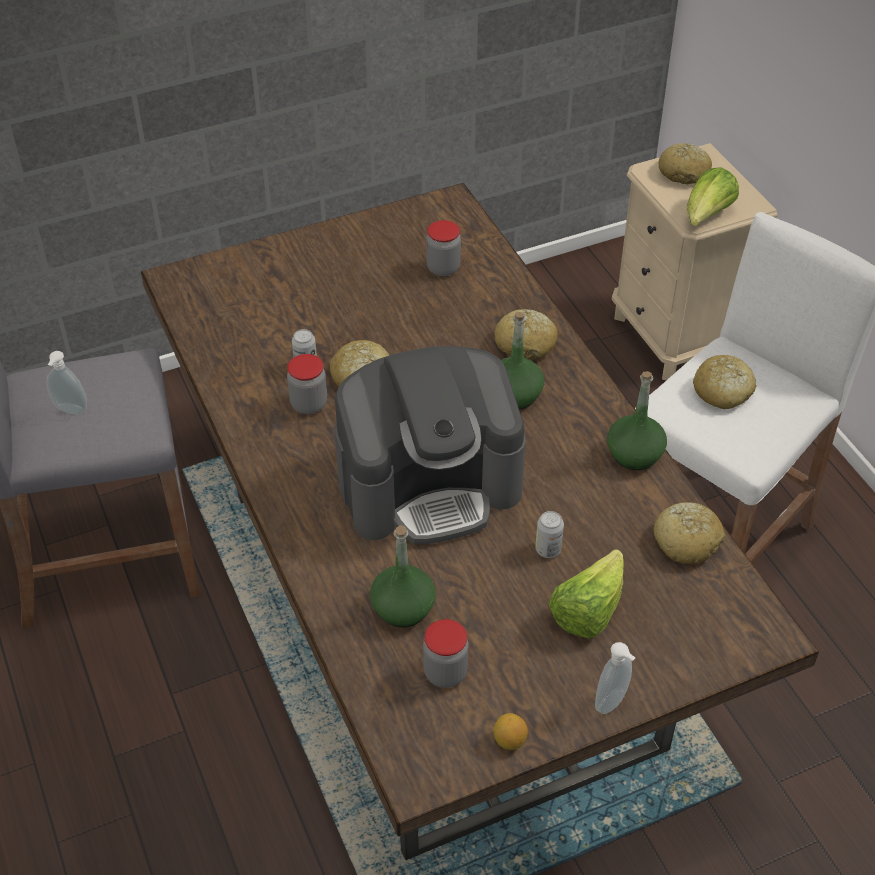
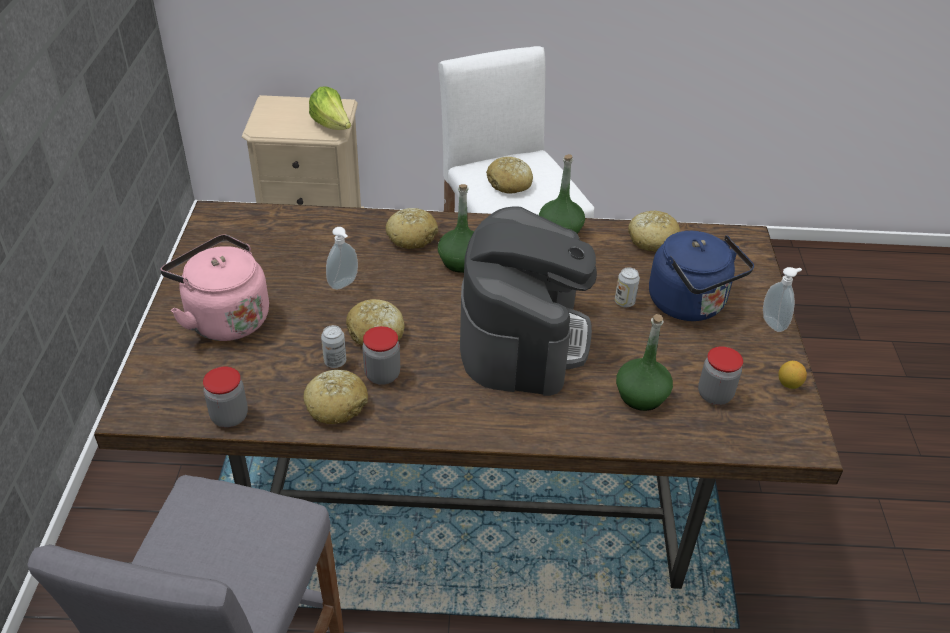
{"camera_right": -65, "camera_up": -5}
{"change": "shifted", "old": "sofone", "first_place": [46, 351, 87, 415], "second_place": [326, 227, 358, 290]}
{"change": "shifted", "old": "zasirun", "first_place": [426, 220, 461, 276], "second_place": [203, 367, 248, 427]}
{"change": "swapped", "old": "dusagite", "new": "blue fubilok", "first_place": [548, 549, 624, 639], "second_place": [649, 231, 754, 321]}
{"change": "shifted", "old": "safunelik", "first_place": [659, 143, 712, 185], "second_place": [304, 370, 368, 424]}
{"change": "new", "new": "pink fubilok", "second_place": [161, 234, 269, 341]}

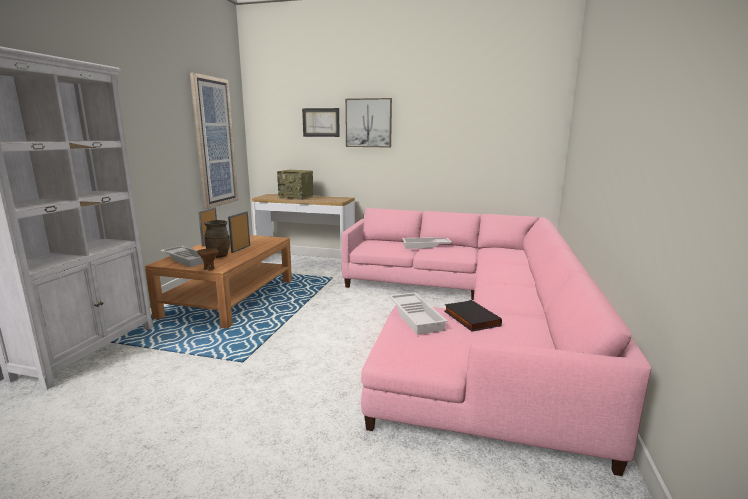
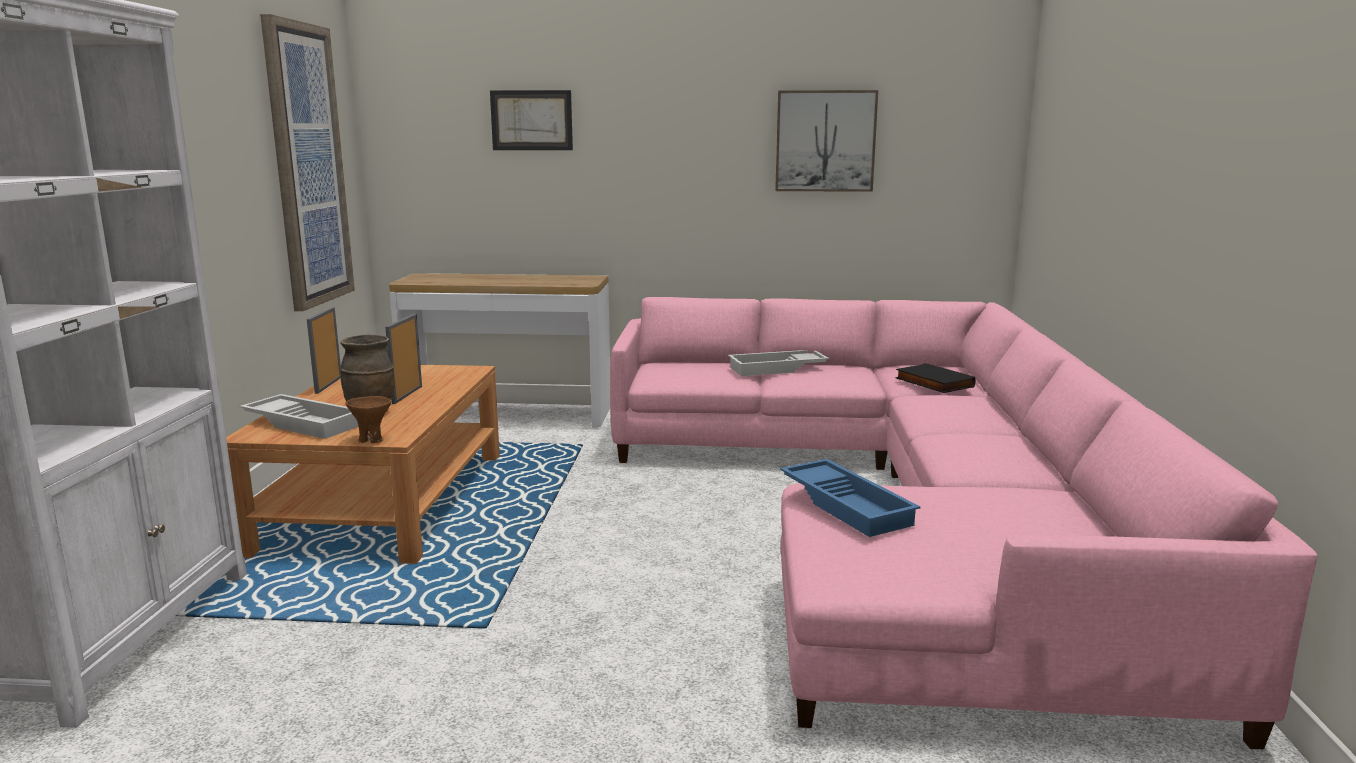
{"camera_right": -10, "camera_up": 0}
{"change": "gone", "old": "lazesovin", "first_place": [277, 170, 313, 200]}
{"change": "shifted", "old": "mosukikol", "first_place": [345, 98, 392, 148], "second_place": [775, 90, 878, 192]}
{"change": "repainted", "old": "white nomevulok", "new": "blue nomevulok", "first_place": [389, 292, 448, 335], "second_place": [780, 459, 921, 537]}
{"change": "shifted", "old": "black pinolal", "first_place": [444, 300, 502, 331], "second_place": [896, 363, 976, 393]}

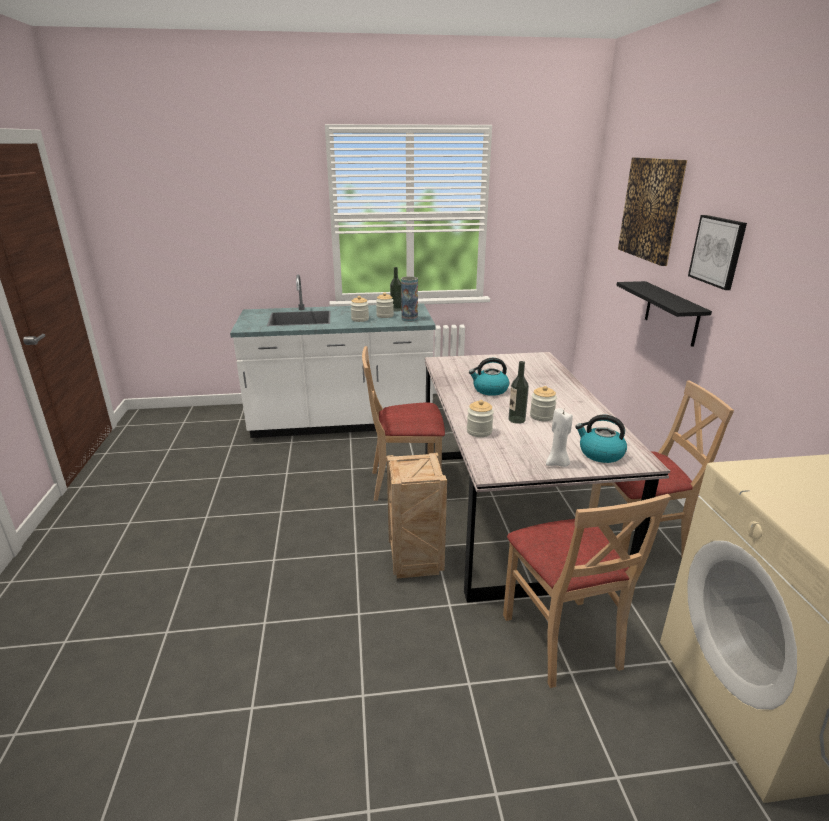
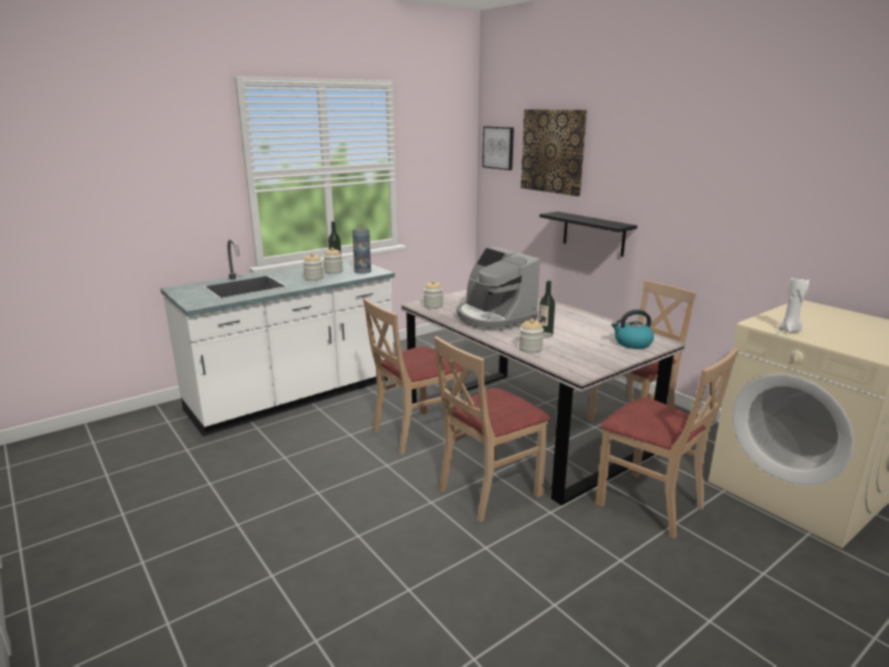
{"camera_right": -30, "camera_up": -5}
{"change": "swapped", "old": "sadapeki", "new": "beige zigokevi", "first_place": [387, 453, 447, 579], "second_place": [434, 336, 551, 522]}
{"change": "swapped", "old": "fubilok", "new": "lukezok", "first_place": [469, 358, 509, 396], "second_place": [457, 247, 540, 331]}
{"change": "shifted", "old": "zasirun", "first_place": [530, 386, 557, 421], "second_place": [424, 280, 443, 309]}
{"change": "shifted", "old": "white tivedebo", "first_place": [546, 408, 573, 467], "second_place": [778, 276, 809, 333]}
{"change": "shifted", "old": "mosukikol", "first_place": [688, 215, 747, 290], "second_place": [482, 126, 514, 170]}

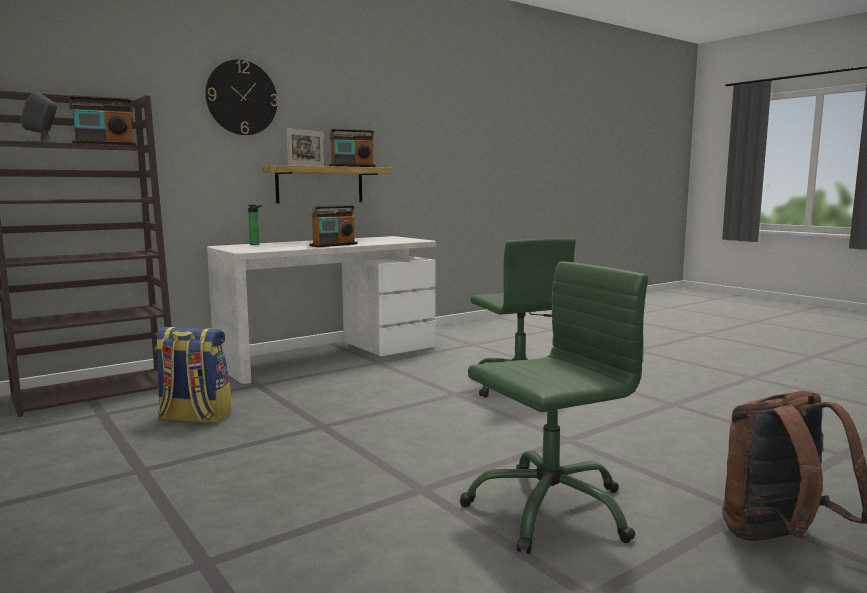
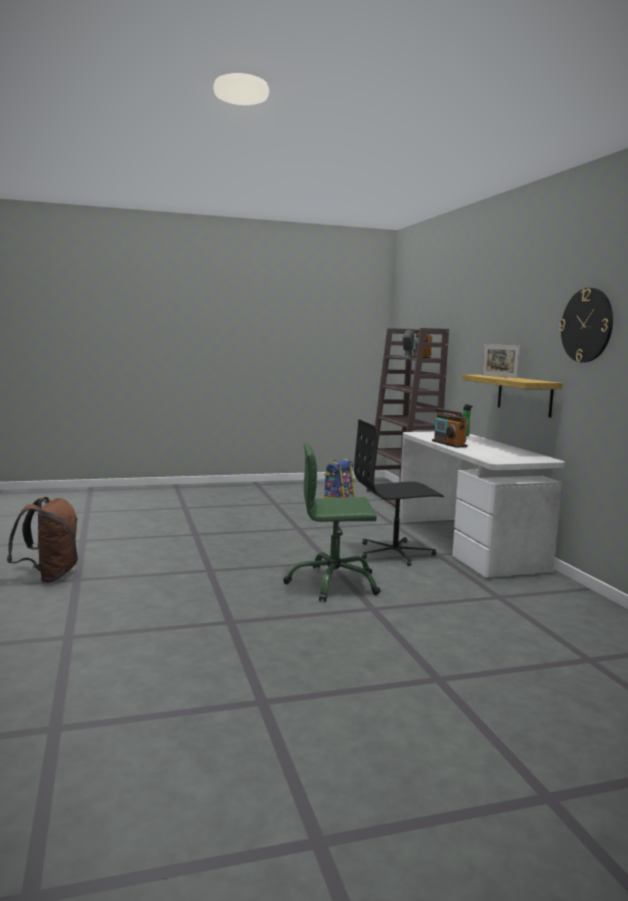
{"camera_right": 110, "camera_up": 0}
{"change": "shifted", "old": "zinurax", "first_place": [205, 60, 278, 135], "second_place": [559, 288, 613, 362]}
{"change": "gone", "old": "lazesovin", "first_place": [329, 128, 376, 167]}
{"change": "gone", "old": "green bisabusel", "first_place": [460, 262, 648, 554]}
{"change": "new", "new": "black bisabusel", "second_place": [354, 419, 444, 566]}

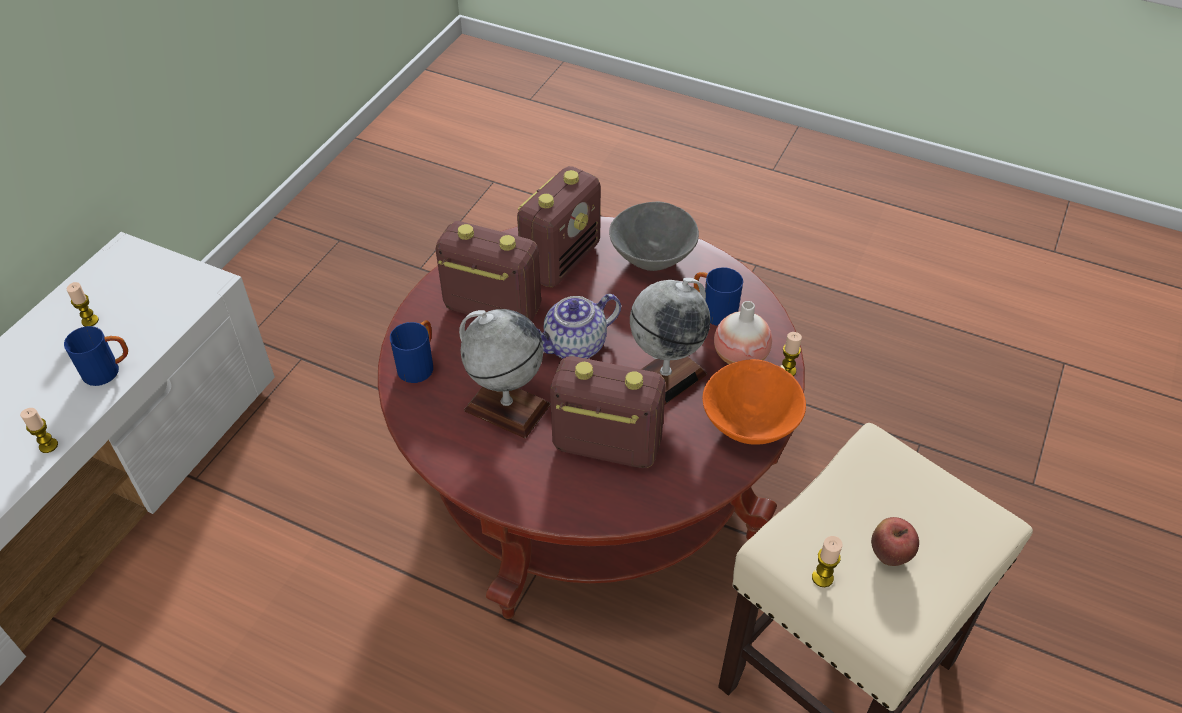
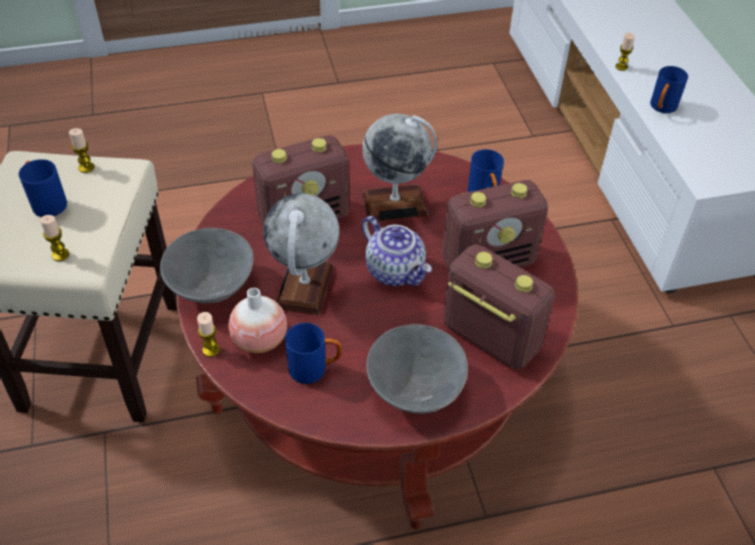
{"camera_right": 140, "camera_up": 0}
{"change": "shifted", "old": "tivedebo", "first_place": [67, 282, 99, 327], "second_place": [40, 215, 69, 261]}
{"change": "rotated", "old": "lazesovin", "first_place": [517, 166, 601, 287], "second_place": [443, 244, 555, 369], "degrees": 135}
{"change": "rotated", "old": "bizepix", "first_place": [537, 294, 621, 359], "second_place": [362, 216, 432, 286], "degrees": 120}
{"change": "repainted", "old": "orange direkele", "new": "grey direkele", "first_place": [703, 359, 806, 445], "second_place": [160, 228, 253, 303]}
{"change": "swapped", "old": "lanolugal", "new": "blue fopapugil", "first_place": [871, 517, 919, 566], "second_place": [18, 159, 67, 217]}

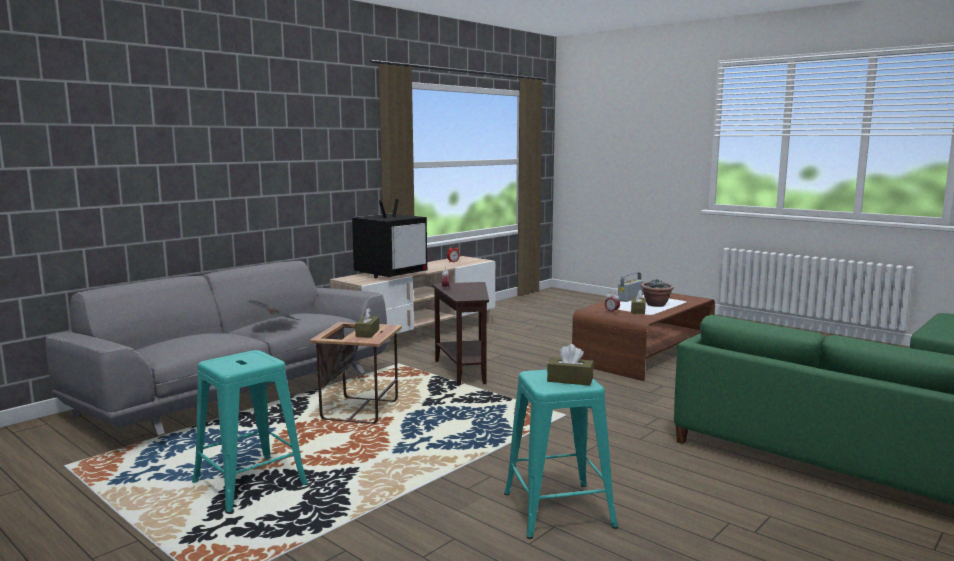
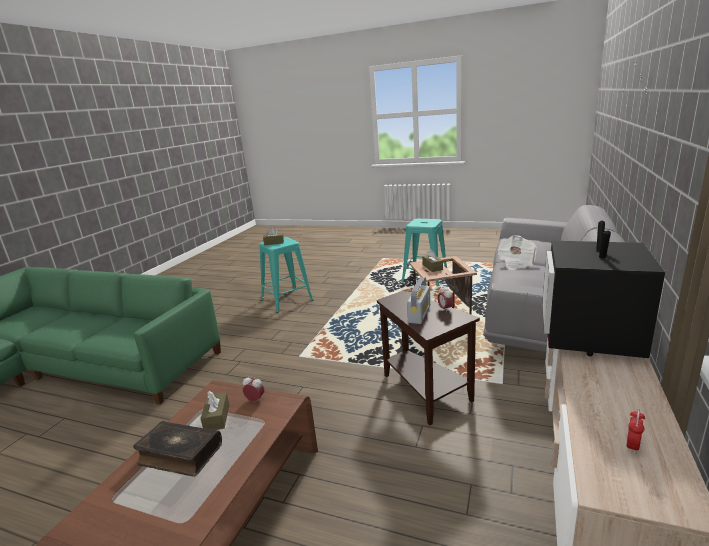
{"camera_right": 160, "camera_up": 10}
{"change": "shifted", "old": "lazesovin", "first_place": [618, 272, 643, 302], "second_place": [407, 277, 430, 324]}
{"change": "swapped", "old": "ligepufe", "new": "pinolal", "first_place": [641, 279, 674, 307], "second_place": [133, 421, 222, 477]}

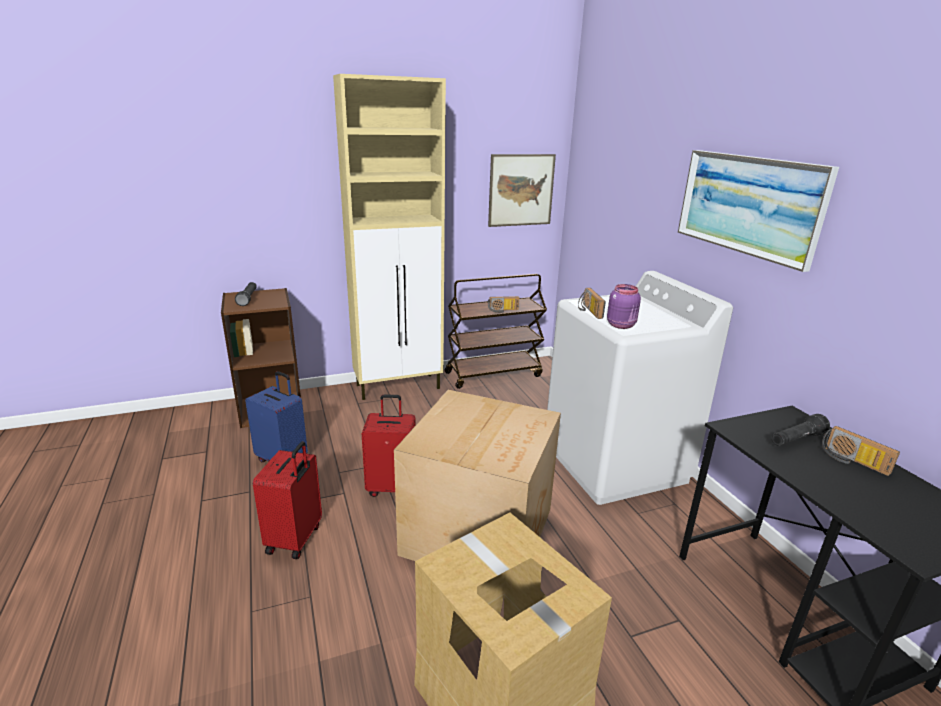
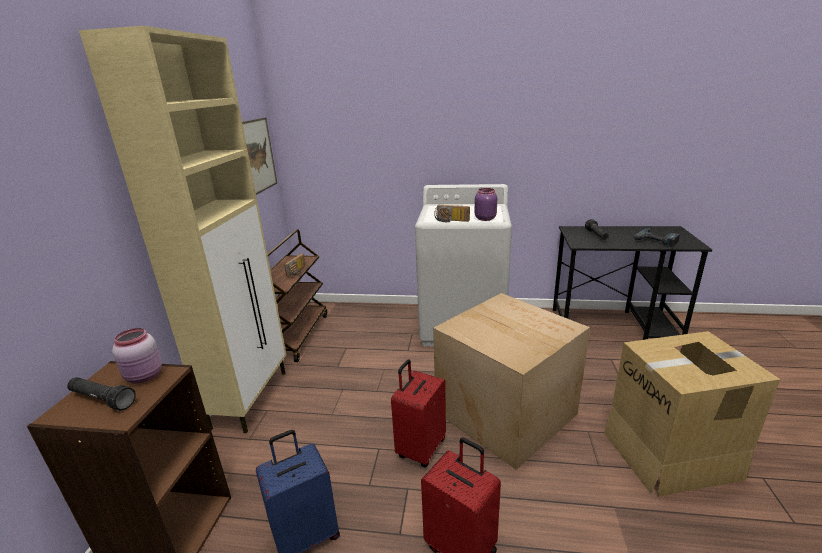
{"camera_right": -60, "camera_up": 0}
{"change": "gone", "old": "mosukikol", "first_place": [678, 150, 839, 272]}
{"change": "gone", "old": "lazesovin", "first_place": [822, 426, 900, 476]}
{"change": "new", "new": "pink zasirun", "second_place": [112, 328, 162, 384]}
{"change": "new", "new": "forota", "second_place": [634, 228, 680, 247]}

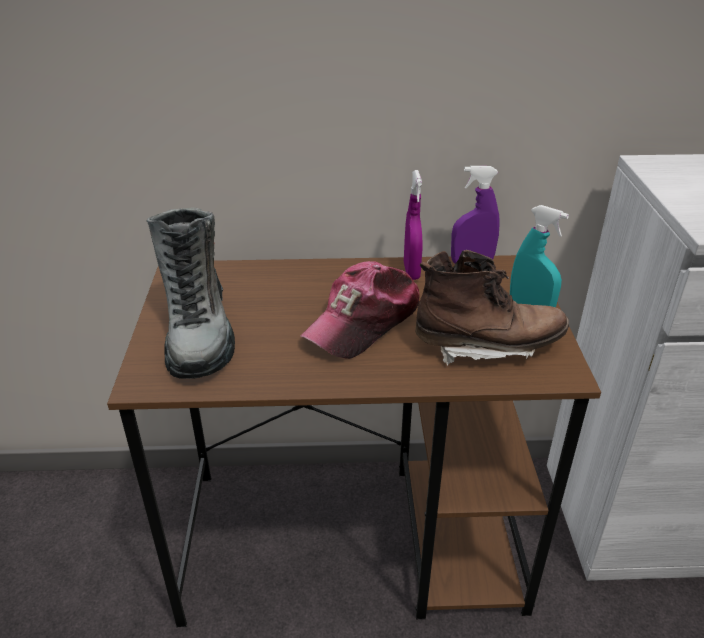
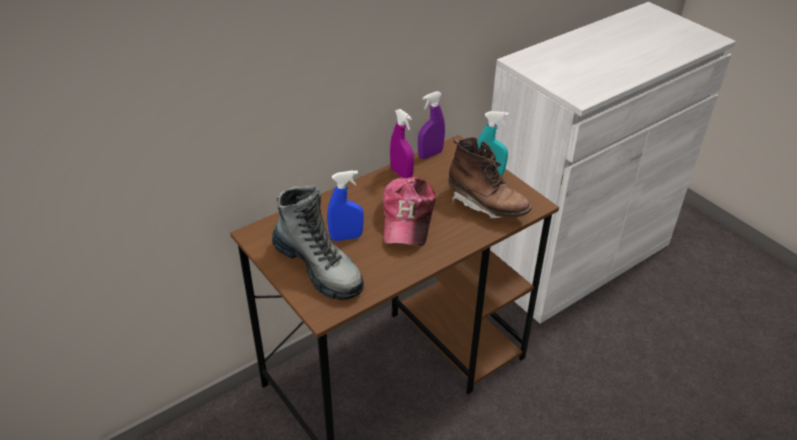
{"camera_right": -35, "camera_up": 5}
{"change": "rotated", "old": "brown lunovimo", "first_place": [415, 250, 569, 366], "second_place": [448, 137, 532, 219], "degrees": 75}
{"change": "new", "new": "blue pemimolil", "second_place": [327, 170, 364, 241]}

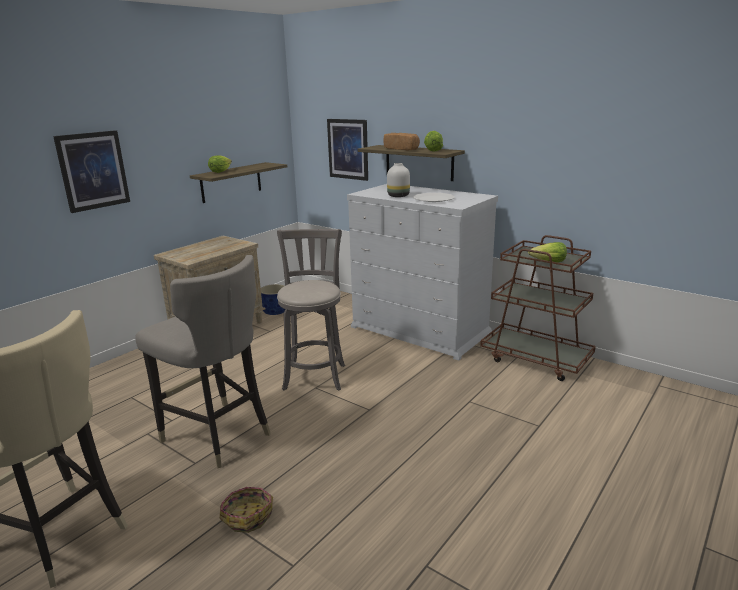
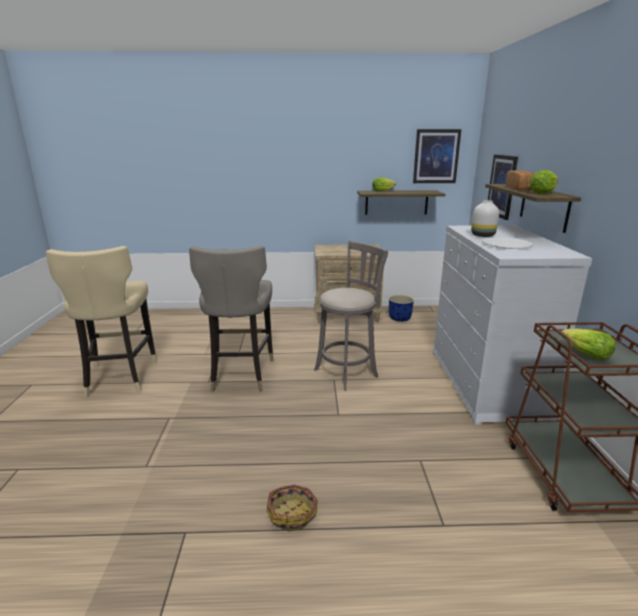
{"camera_right": 50, "camera_up": 0}
{"change": "shifted", "old": "mosukikol", "first_place": [53, 130, 130, 213], "second_place": [413, 129, 461, 183]}
{"change": "shifted", "old": "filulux", "first_place": [220, 487, 273, 533], "second_place": [266, 484, 318, 531]}

